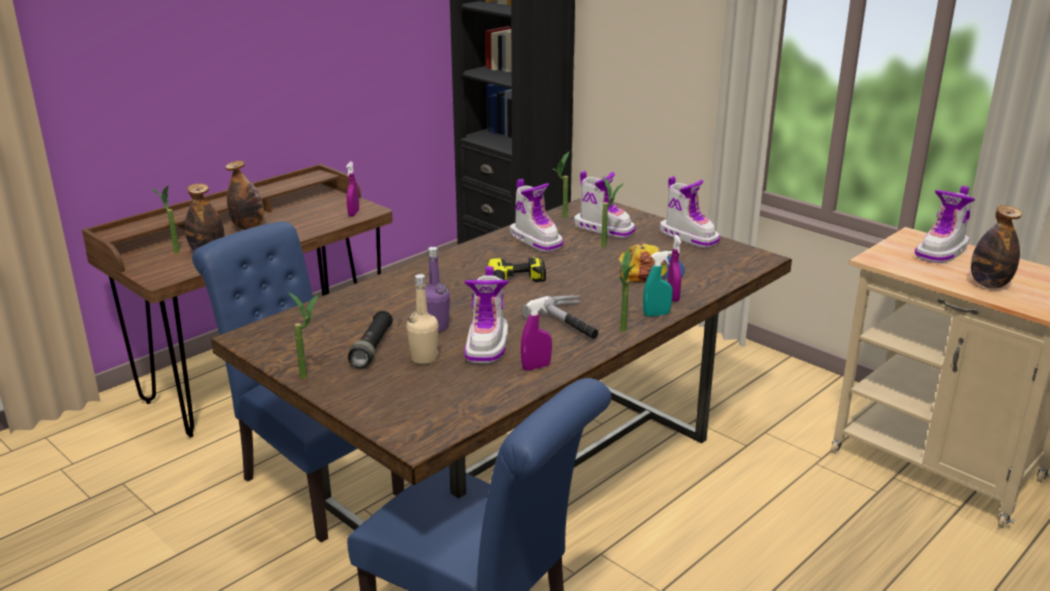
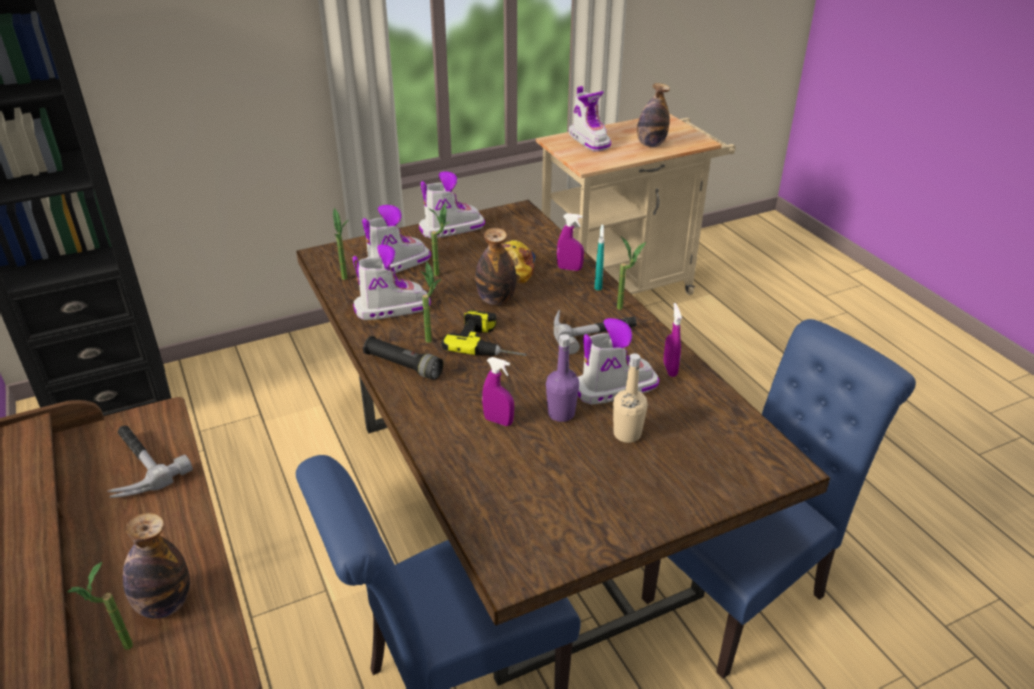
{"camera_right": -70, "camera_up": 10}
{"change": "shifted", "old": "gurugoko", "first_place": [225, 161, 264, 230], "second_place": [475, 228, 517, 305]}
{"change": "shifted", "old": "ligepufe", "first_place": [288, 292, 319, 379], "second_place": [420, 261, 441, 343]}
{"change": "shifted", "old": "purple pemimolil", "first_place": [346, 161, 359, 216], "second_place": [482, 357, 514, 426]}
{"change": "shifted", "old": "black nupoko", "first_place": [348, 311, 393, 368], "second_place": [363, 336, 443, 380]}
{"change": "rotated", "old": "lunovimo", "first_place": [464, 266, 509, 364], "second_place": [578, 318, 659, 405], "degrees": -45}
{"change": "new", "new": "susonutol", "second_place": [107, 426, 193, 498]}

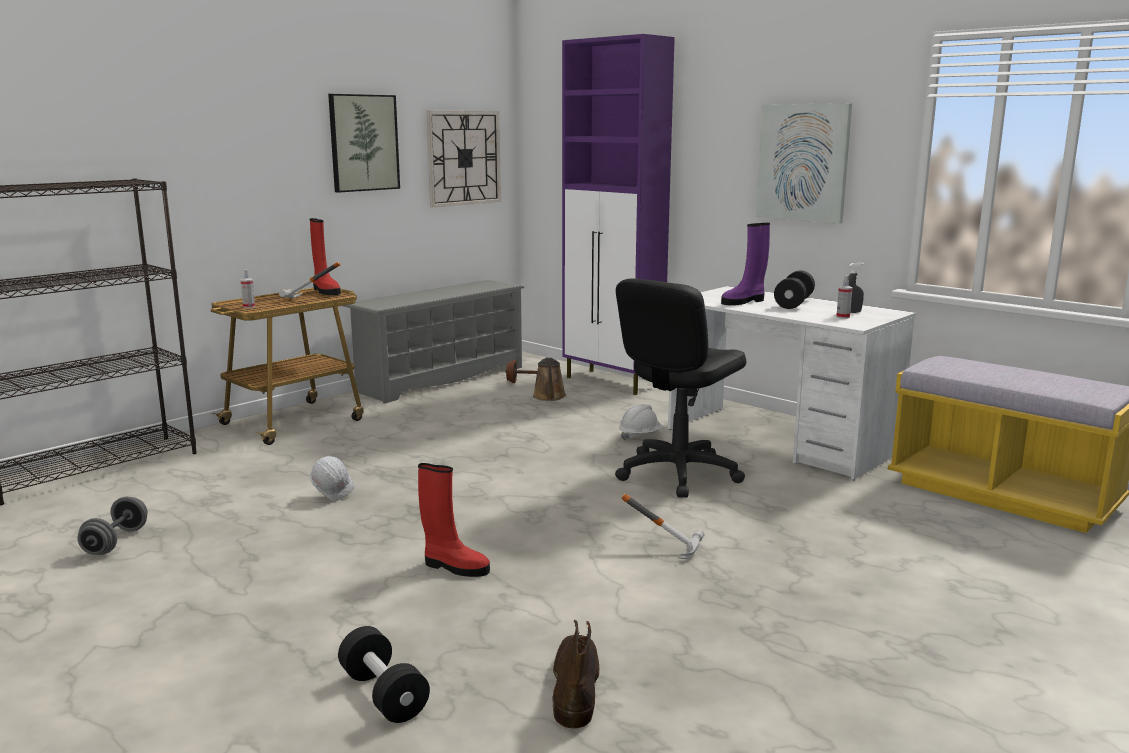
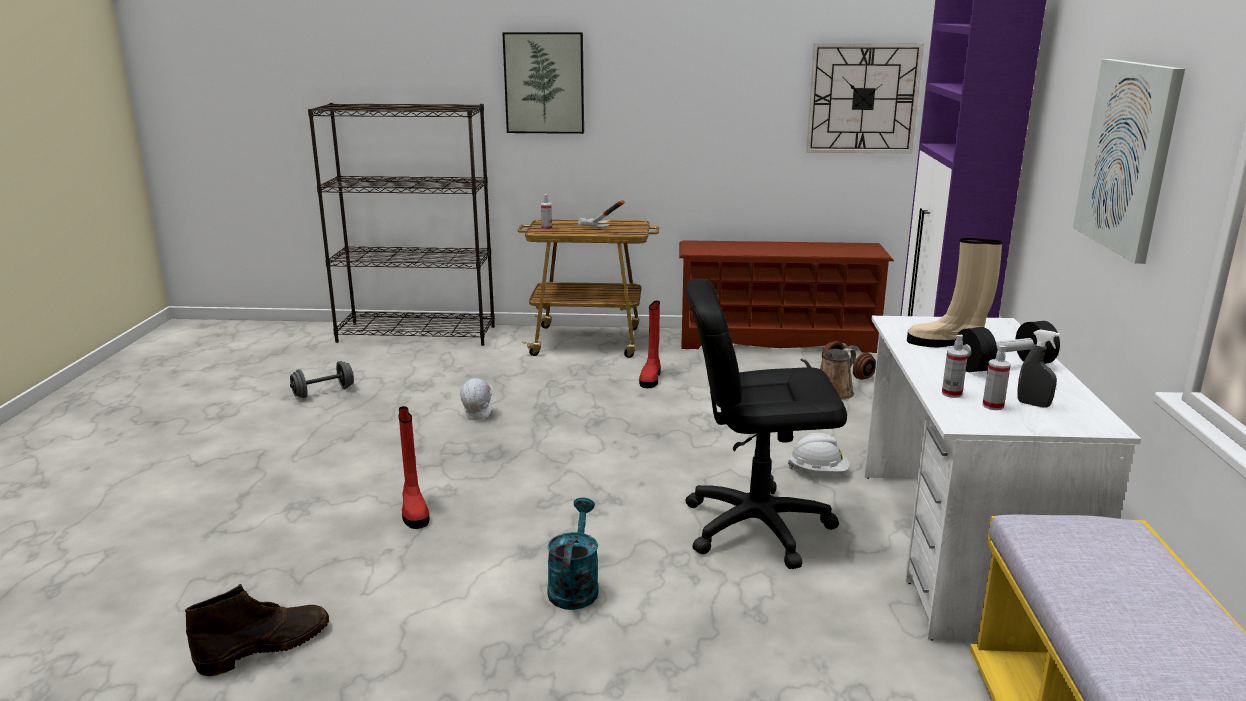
{"camera_right": 50, "camera_up": 5}
{"change": "shifted", "old": "red lunovimo", "first_place": [310, 218, 341, 295], "second_place": [639, 301, 661, 388]}
{"change": "shifted", "old": "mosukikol", "first_place": [328, 94, 400, 193], "second_place": [502, 32, 584, 134]}
{"change": "gone", "old": "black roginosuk", "first_place": [338, 626, 430, 723]}
{"change": "repainted", "old": "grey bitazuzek", "new": "brown bitazuzek", "first_place": [343, 280, 524, 404], "second_place": [679, 240, 894, 353]}
{"change": "swapped", "old": "susonutol", "new": "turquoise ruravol", "first_place": [621, 494, 704, 559], "second_place": [547, 497, 599, 610]}
{"change": "repainted", "old": "purple lunovimo", "new": "beige lunovimo", "first_place": [721, 223, 770, 305], "second_place": [907, 238, 1003, 348]}
{"change": "new", "new": "pemimolil", "second_place": [942, 335, 968, 398]}

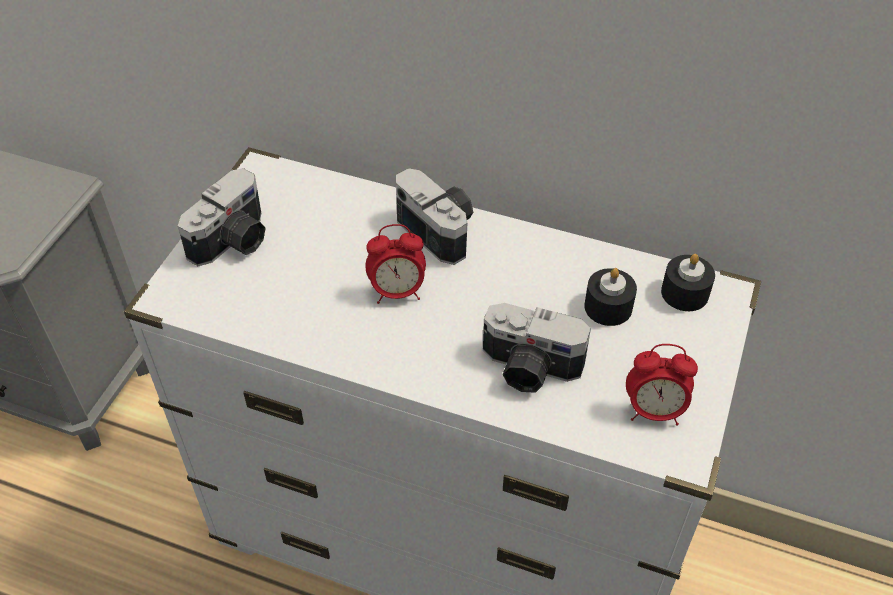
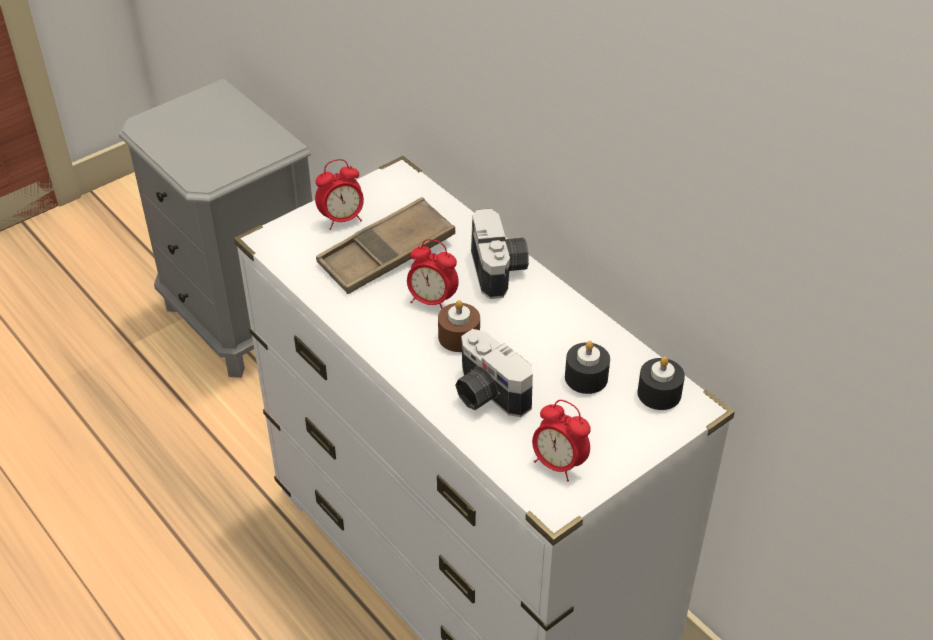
{"camera_right": 30, "camera_up": -5}
{"change": "swapped", "old": "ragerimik", "new": "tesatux", "first_place": [178, 168, 266, 266], "second_place": [315, 159, 364, 230]}
{"change": "new", "new": "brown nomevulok", "second_place": [316, 197, 455, 294]}
{"change": "new", "new": "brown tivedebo", "second_place": [438, 300, 480, 352]}

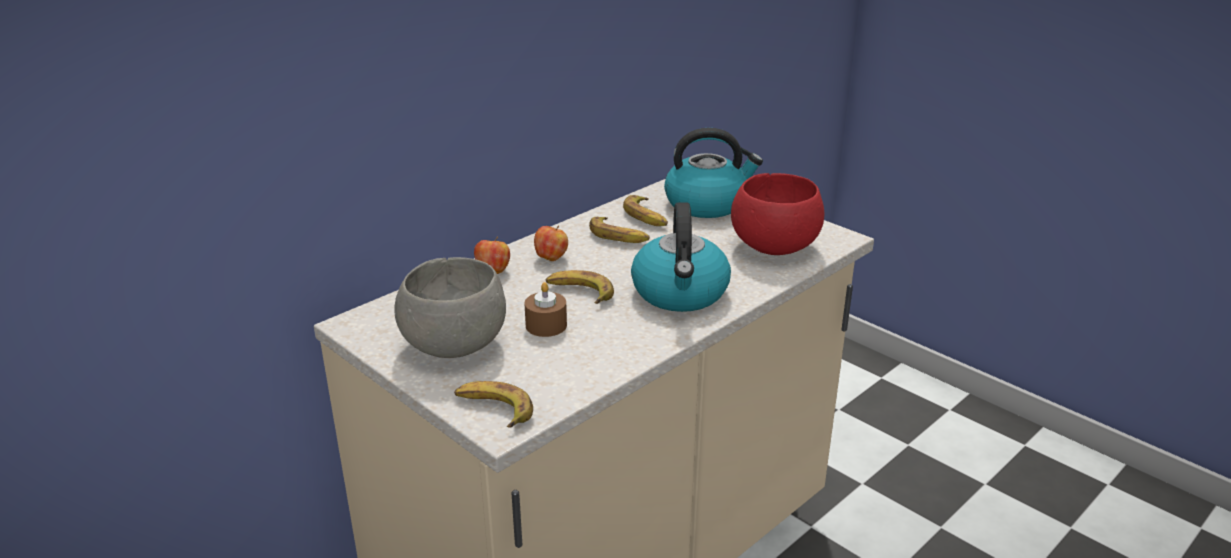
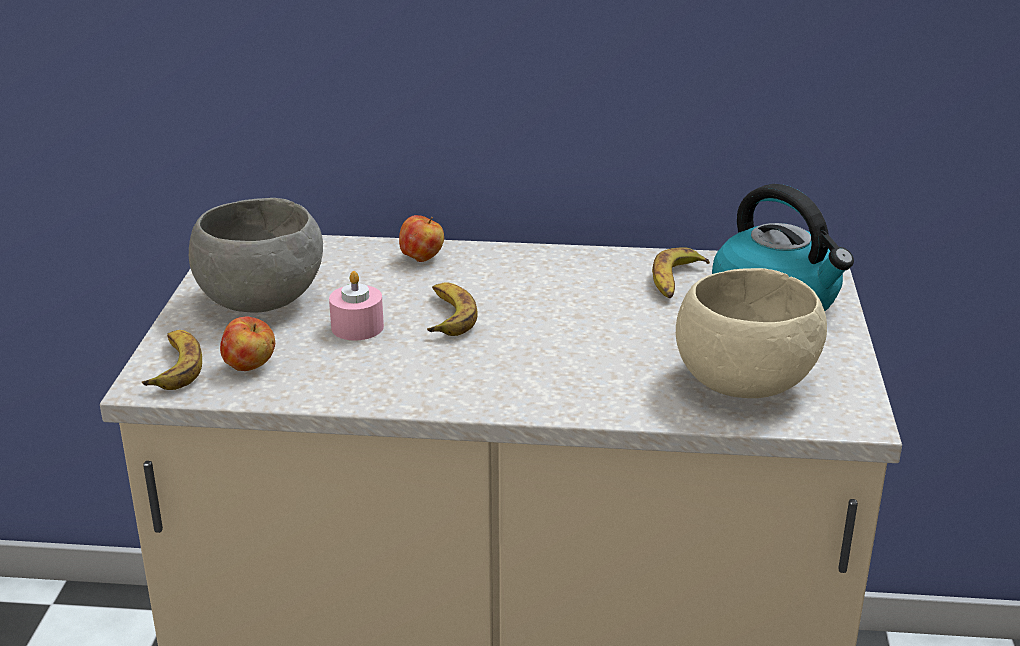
{"camera_right": 50, "camera_up": 0}
{"change": "repainted", "old": "brown tivedebo", "new": "pink tivedebo", "first_place": [524, 282, 567, 337], "second_place": [329, 271, 384, 340]}
{"change": "shifted", "old": "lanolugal", "first_place": [534, 225, 568, 261], "second_place": [220, 316, 275, 371]}
{"change": "gone", "old": "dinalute", "first_place": [589, 217, 650, 243]}
{"change": "gone", "old": "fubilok", "first_place": [631, 202, 731, 312]}
{"change": "repainted", "old": "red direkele", "new": "beige direkele", "first_place": [731, 173, 824, 255], "second_place": [676, 268, 827, 398]}

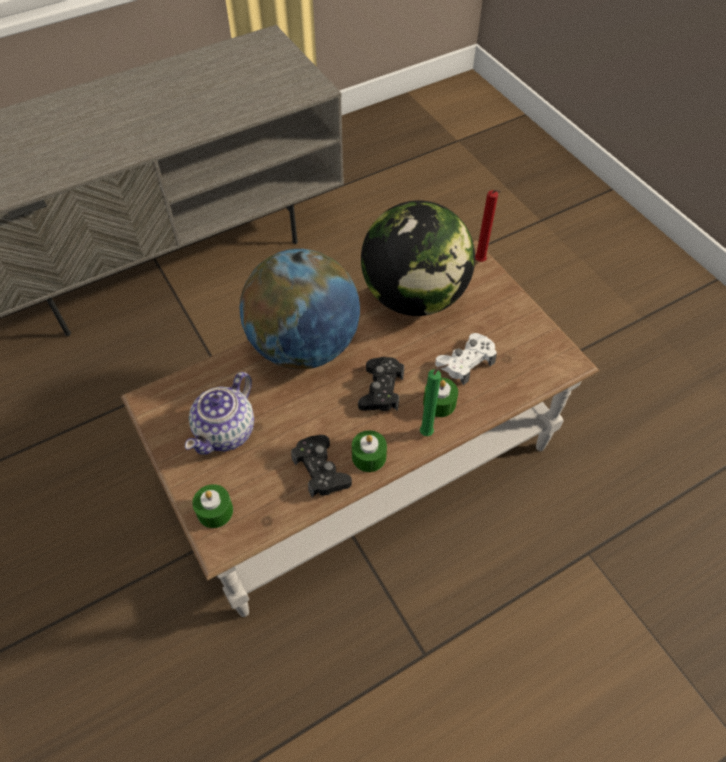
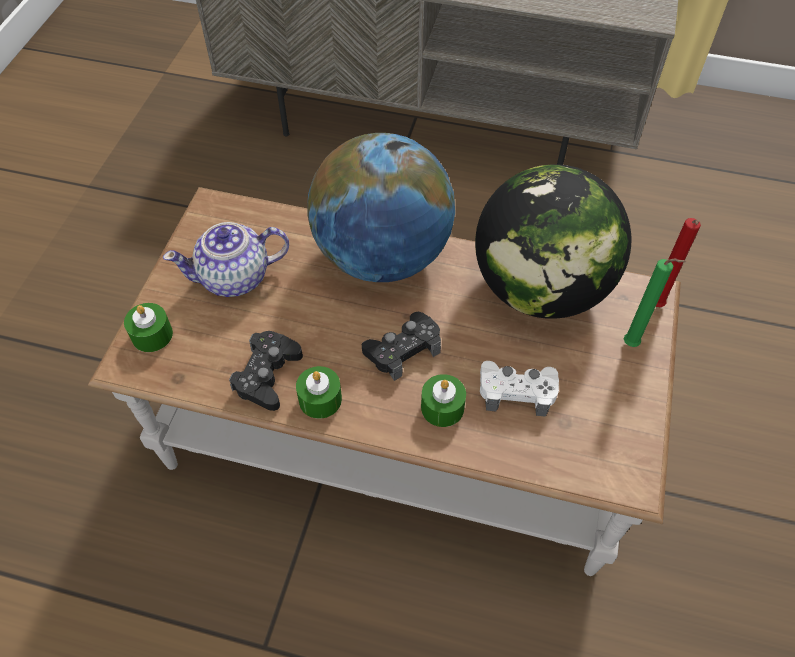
{"camera_right": 45, "camera_up": 0}
{"change": "shifted", "old": "green tivedebo", "first_place": [420, 364, 449, 436], "second_place": [624, 258, 686, 347]}

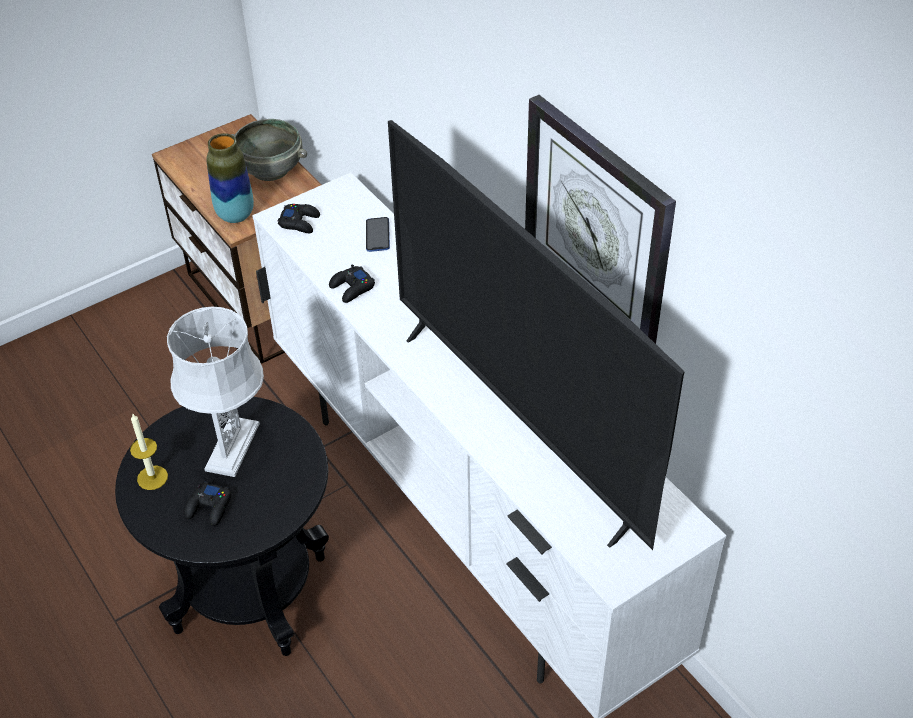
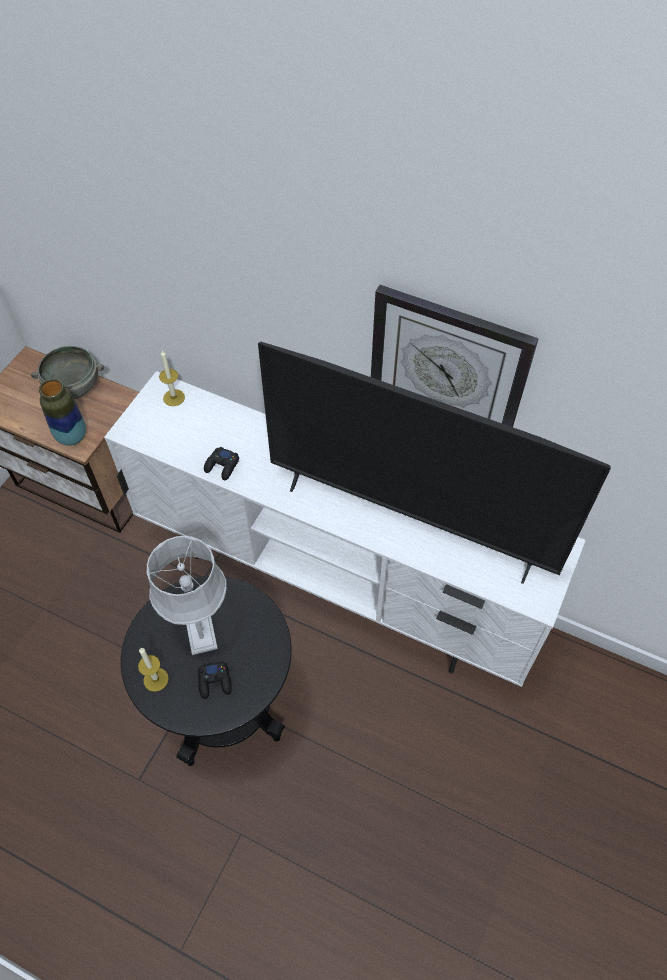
{"camera_right": -30, "camera_up": 10}
{"change": "gone", "old": "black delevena", "first_place": [277, 204, 320, 233]}
{"change": "gone", "old": "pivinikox", "first_place": [366, 217, 390, 252]}
{"change": "new", "new": "tivedebo", "second_place": [159, 350, 185, 406]}

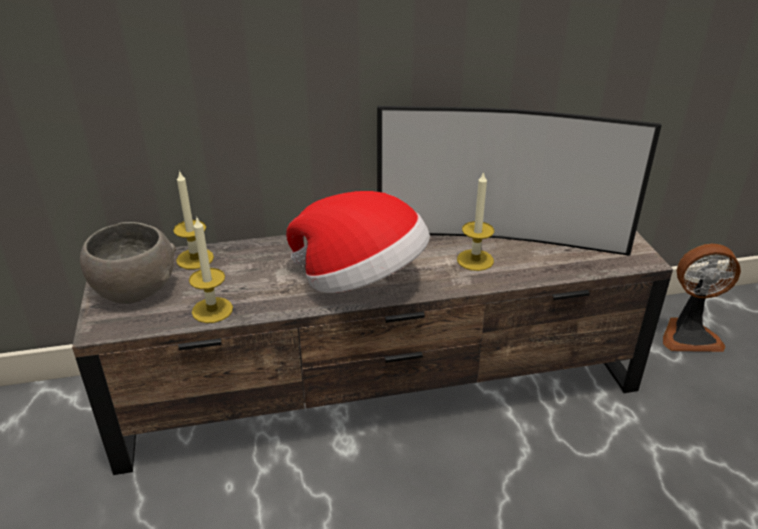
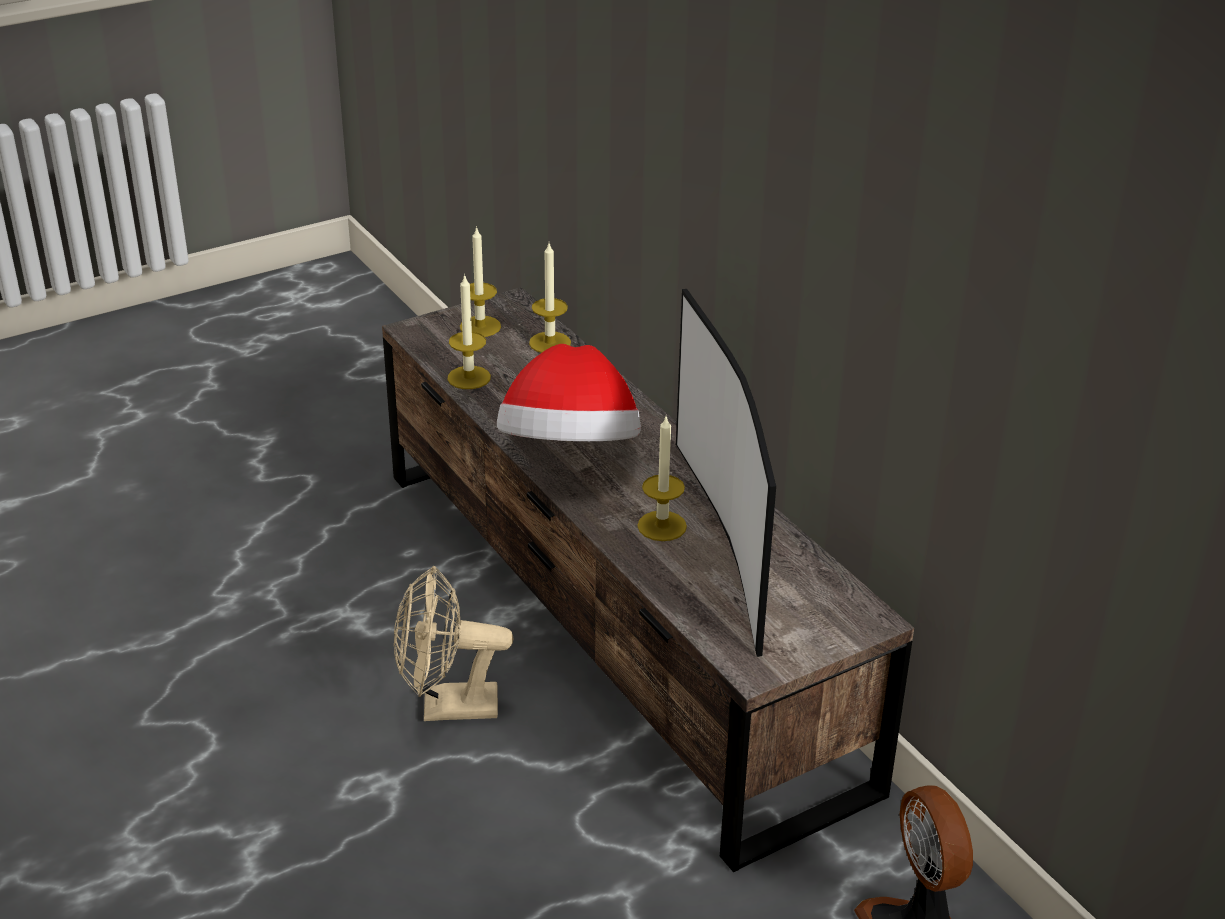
{"camera_right": 70, "camera_up": 0}
{"change": "swapped", "old": "grey direkele", "new": "tivedebo", "first_place": [80, 222, 176, 304], "second_place": [460, 226, 501, 337]}
{"change": "new", "new": "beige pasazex", "second_place": [394, 566, 513, 721]}

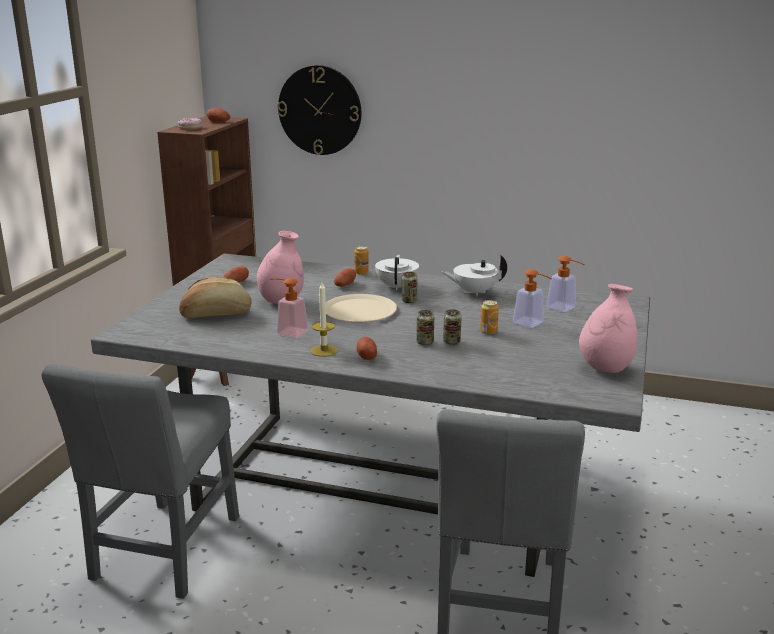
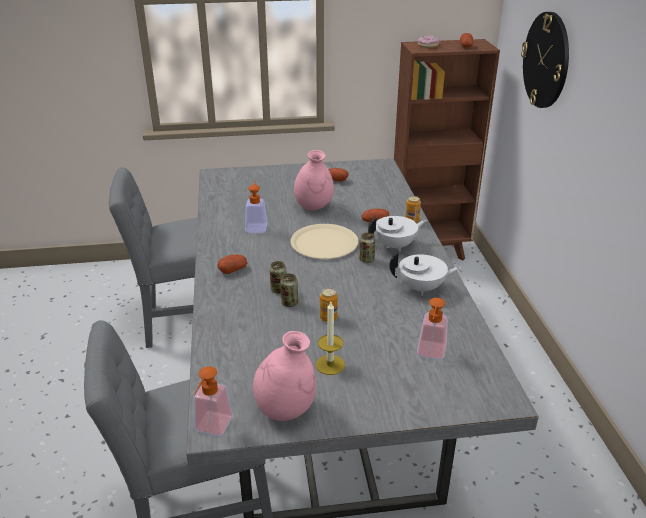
{"camera_right": 65, "camera_up": 10}
{"change": "gone", "old": "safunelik", "first_place": [179, 277, 252, 318]}
{"change": "shifted", "old": "tivedebo", "first_place": [310, 282, 338, 357], "second_place": [316, 302, 345, 375]}
{"change": "rotated", "old": "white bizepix", "first_place": [441, 255, 507, 296], "second_place": [389, 252, 461, 296], "degrees": 120}
{"change": "shifted", "old": "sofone", "first_place": [513, 269, 552, 328], "second_place": [194, 366, 233, 436]}

